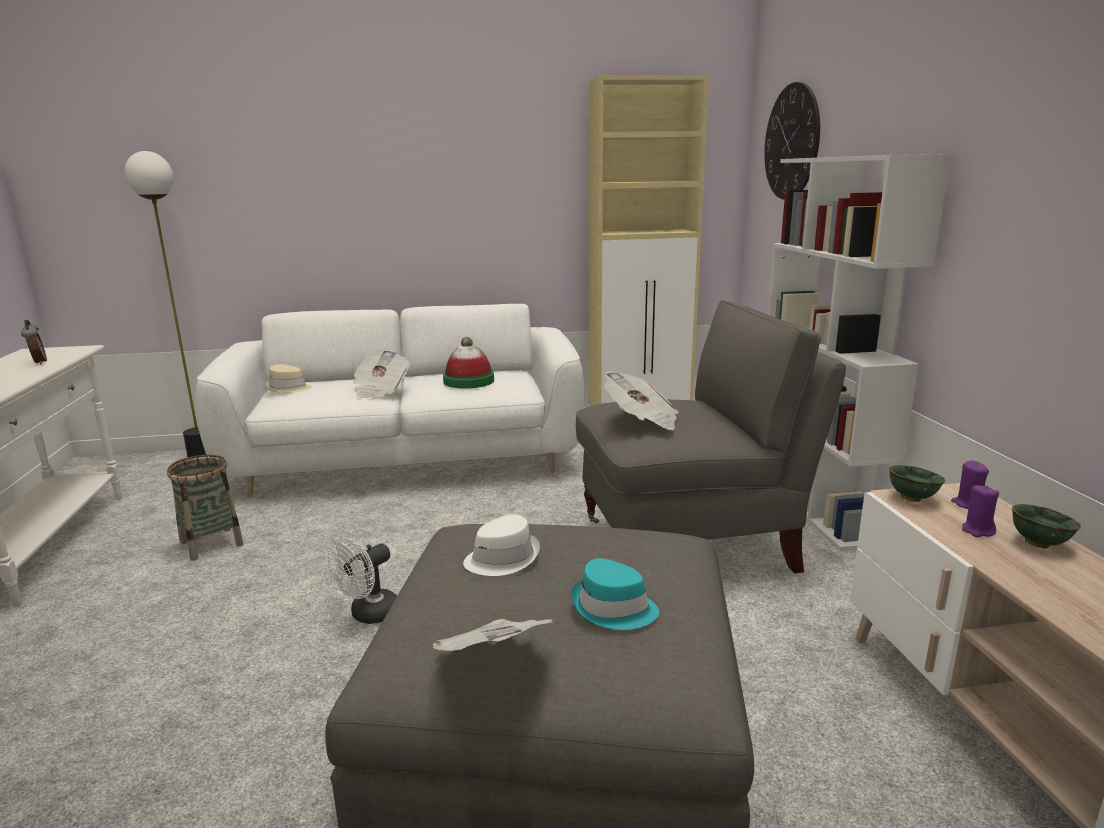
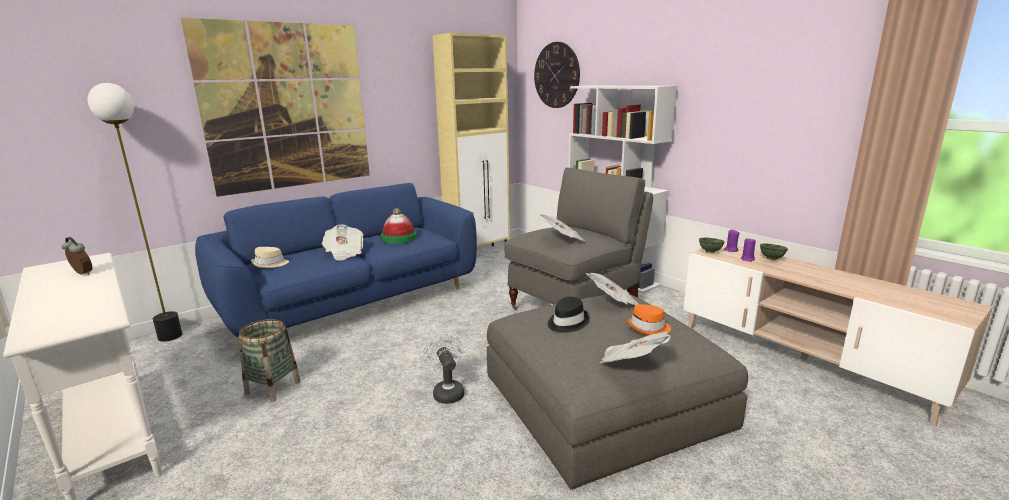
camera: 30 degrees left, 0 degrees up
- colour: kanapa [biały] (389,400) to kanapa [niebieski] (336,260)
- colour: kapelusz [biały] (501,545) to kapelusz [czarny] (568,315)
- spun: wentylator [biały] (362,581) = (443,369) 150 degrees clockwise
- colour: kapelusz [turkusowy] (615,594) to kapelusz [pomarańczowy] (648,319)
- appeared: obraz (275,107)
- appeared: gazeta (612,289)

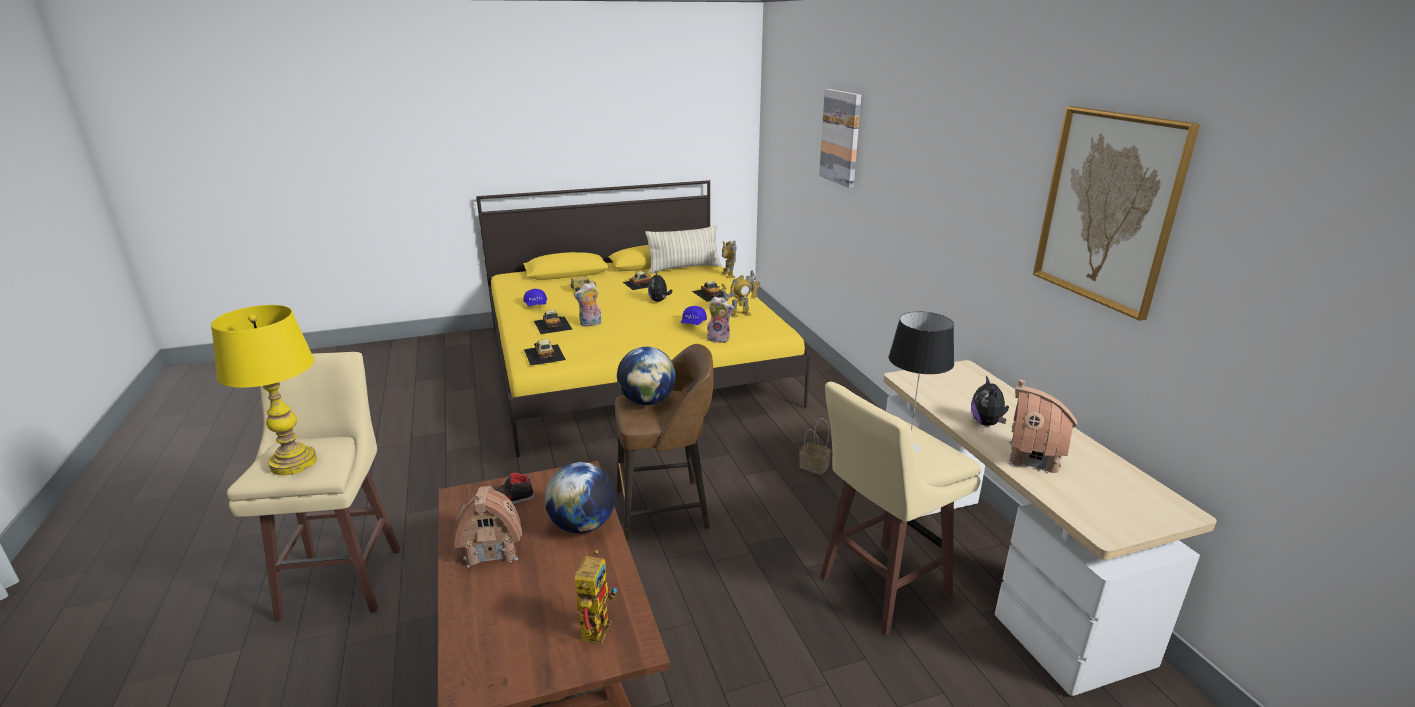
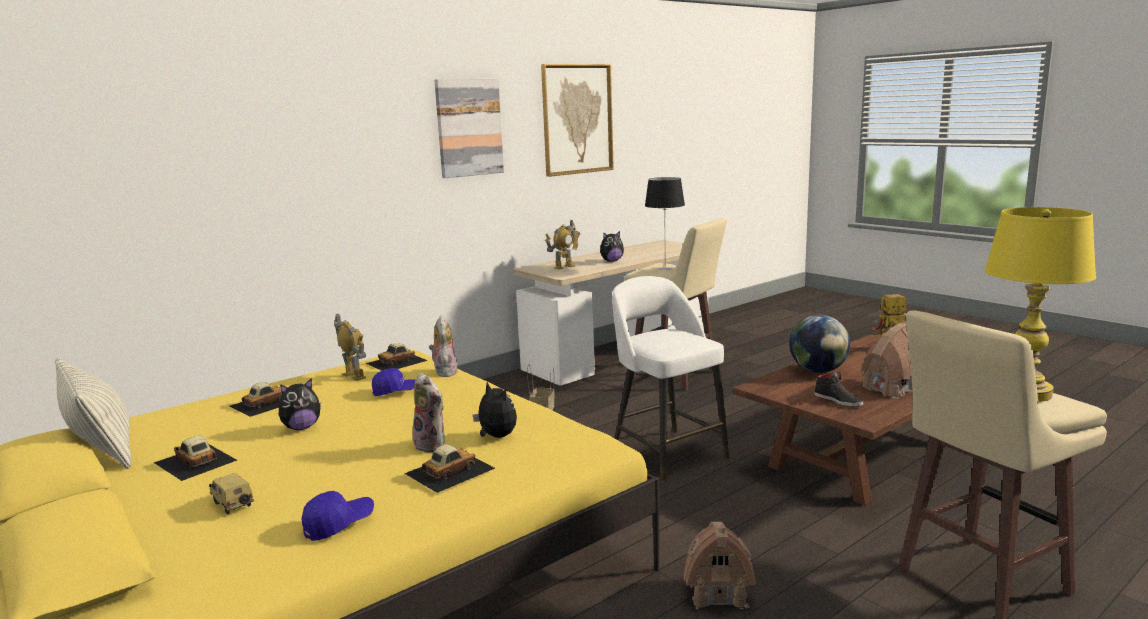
camera: 110 degrees left, 10 degrees down
- relocated: obraz (840,138) to (469,128)
- relocated: robot zabawkowy (729,259) to (562,244)
- relocated: samochodzik (545,352) to (397,357)
- colour: stołek [brązowy] (664,442) to stołek [biały] (671,379)
- missing: globus (646,376)
- relocated: domek (1042,427) to (720,566)
- appeared: pluszak (495,410)

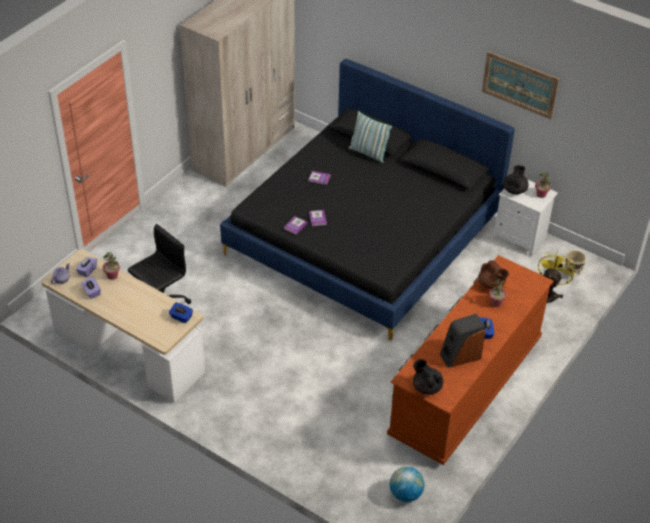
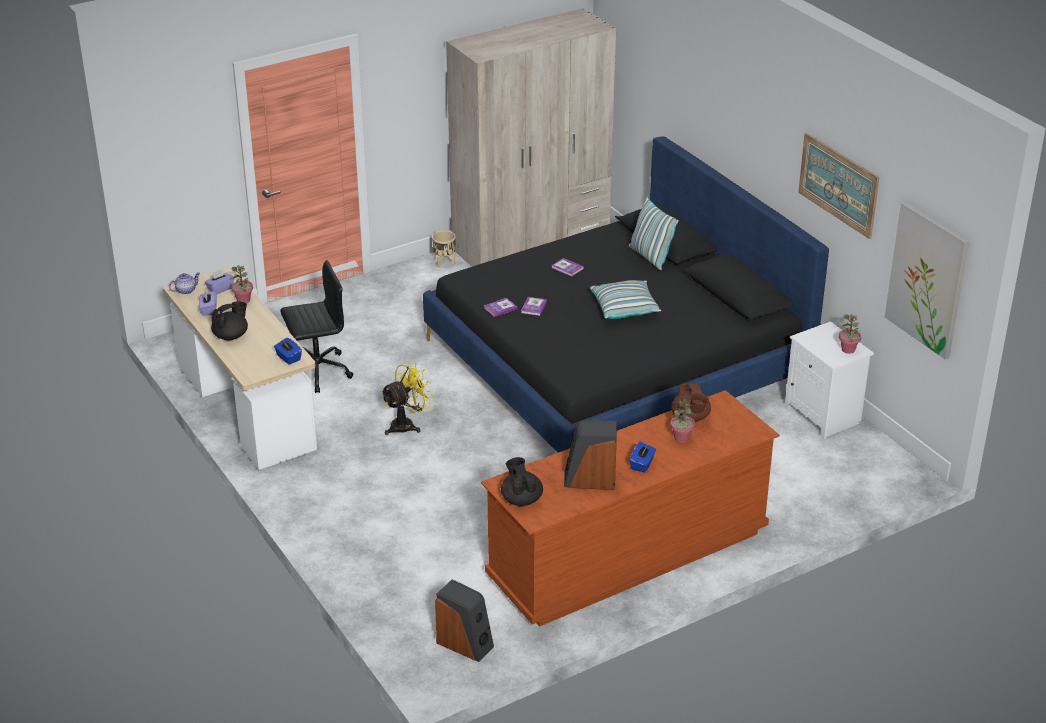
camera: 25 degrees right, 10 degrees down
- relocated: imbryk [czarny] (516,179) to (229,320)
- relocated: donica [beżowy] (575,265) to (444,249)
- relocated: wentylator [żółty] (557,277) to (407,398)
- exchanged: globus (407,484) to głośnik (464,620)
- appeared: obraz (927,280)
- appeared: poduszka (626,299)

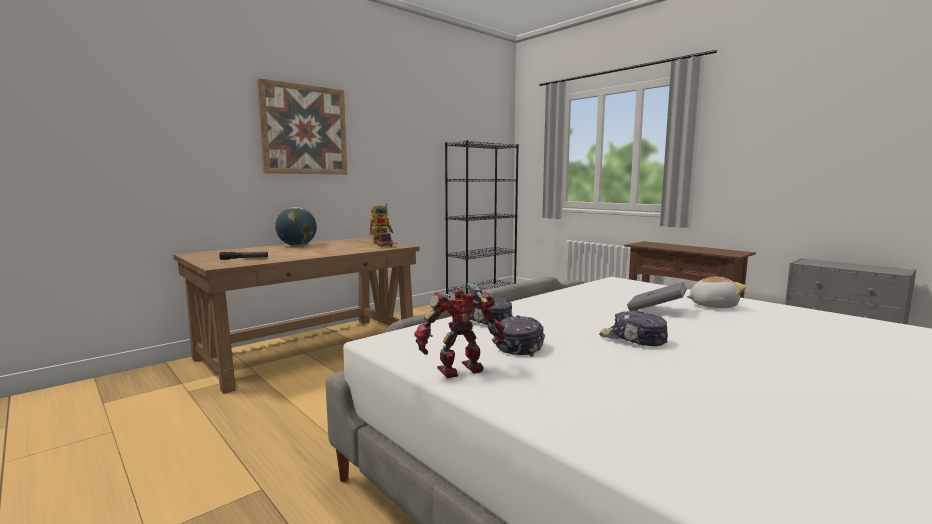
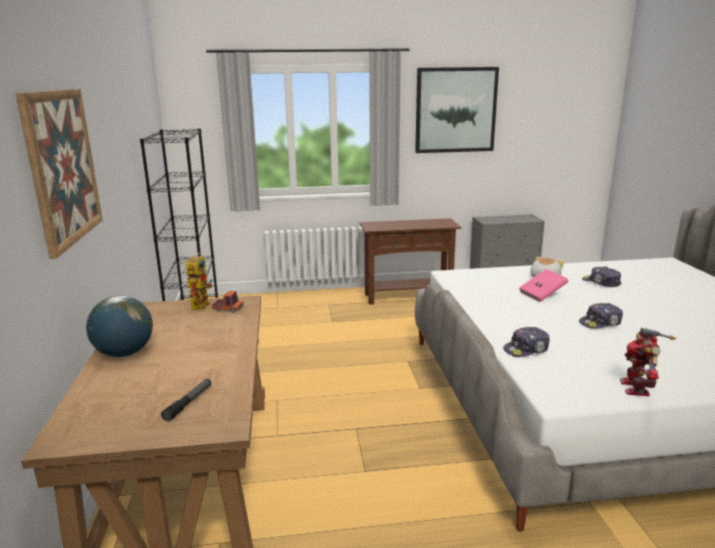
camera: 55 degrees left, 10 degrees up
- colour: książka [szary] (657,296) to książka [różowy] (543,285)
- relocated: czapka z daszkiem (520,336) to (601,277)
- appeared: obraz (457,110)

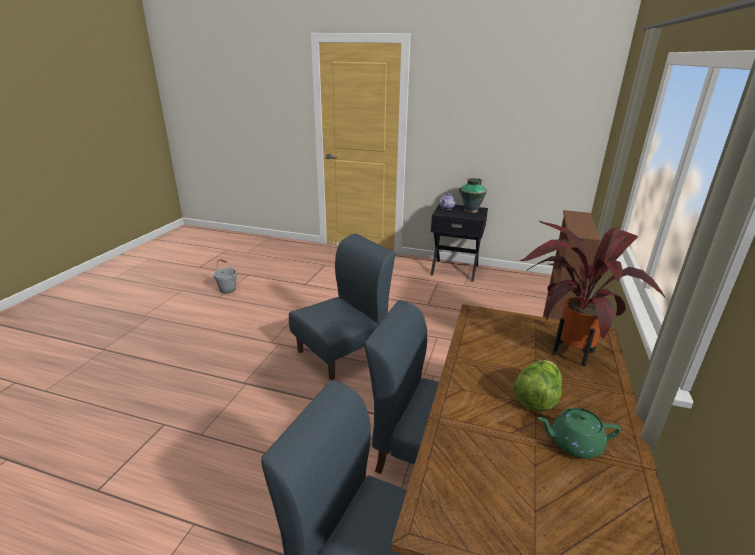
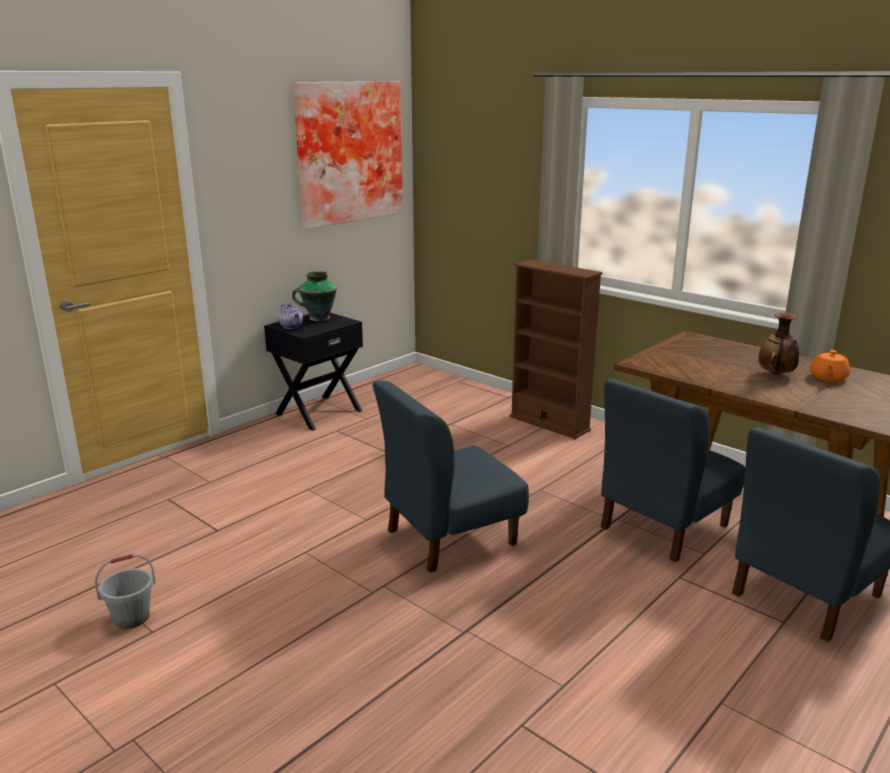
camera: 65 degrees left, 5 degrees down
- missing: roślina doniczkowa (592,293)
- spun: krzesło [niebieski] (342,306) = (451,477) 105 degrees counterclockwise
- exchanged: sałata (537,386) to wazon (779,344)
- colour: imbryk [zielony] (579,433) to imbryk [pomarańczowy] (830,366)
- appeared: obraz (348,155)

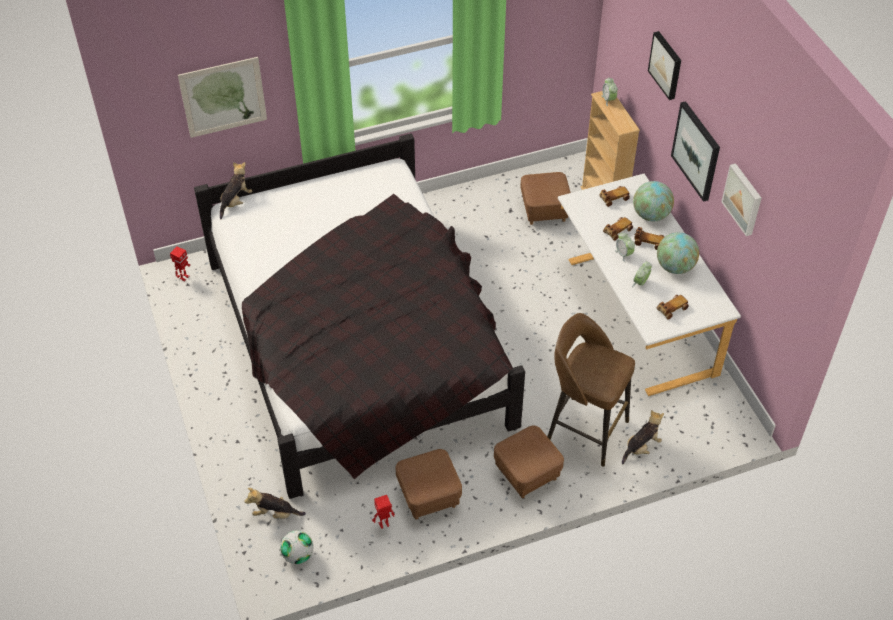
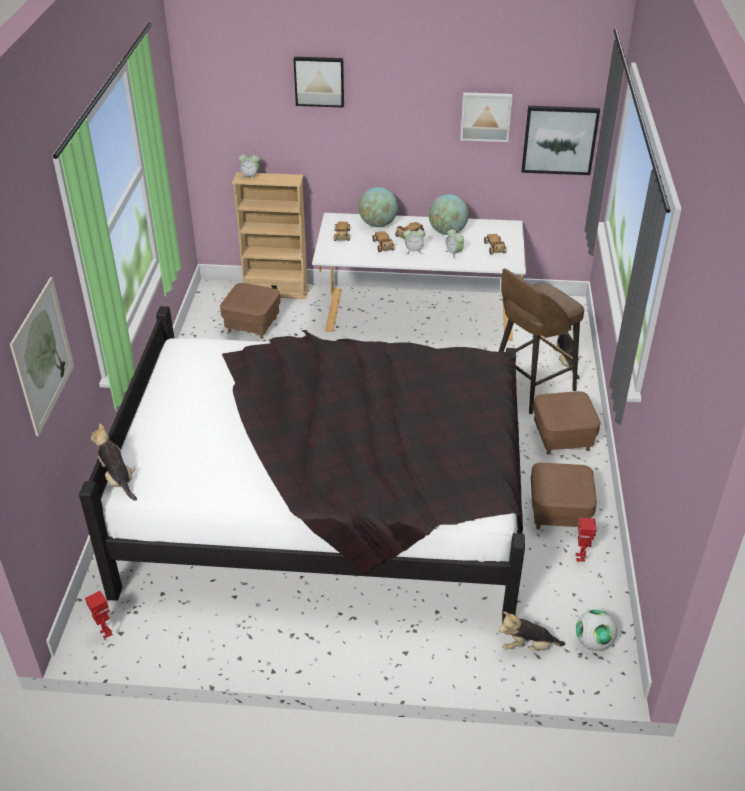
camera: 65 degrees left, 10 degrees down
- relocated: obraz (695,151) to (561,140)
- spun: pluszak (275,503) = (532,631) 60 degrees clockwise

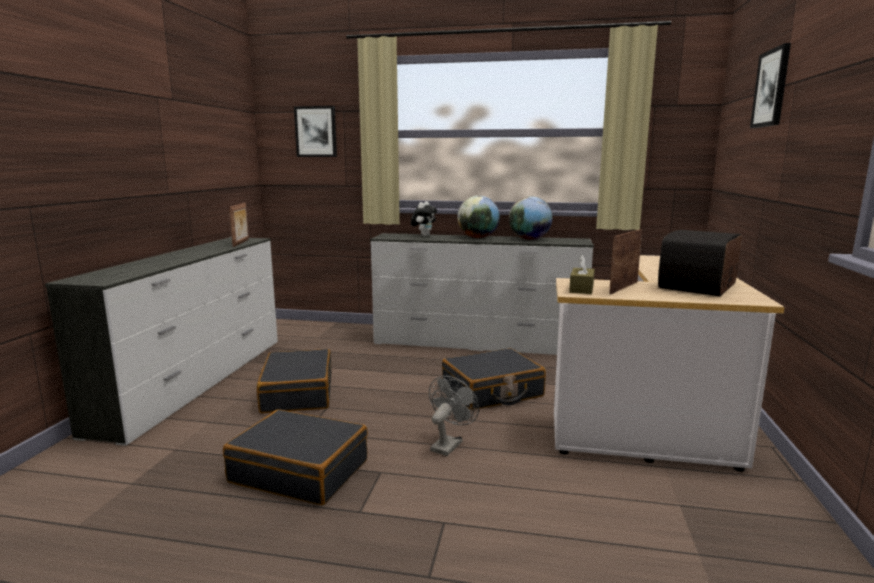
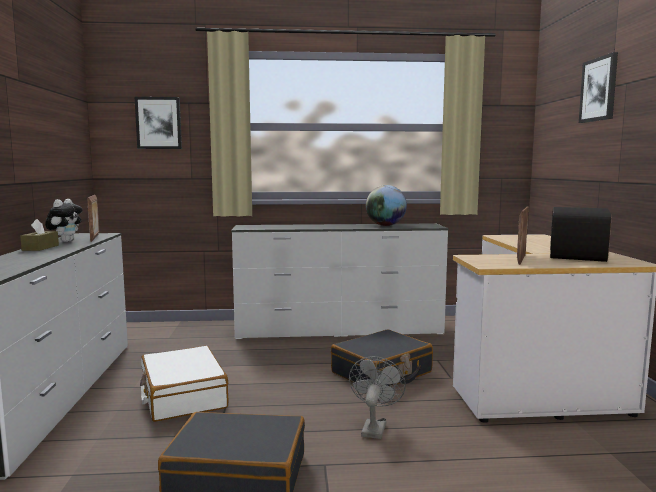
camera: 15 degrees left, 5 degrees down
- missing: globus (478,217)
- relocated: pluszak (424,219) to (64,220)
- relocated: pudełko chusteczek [brązowy] (582,274) to (39,235)
- colour: walizka [czarny] (294,381) to walizka [biały] (184,384)

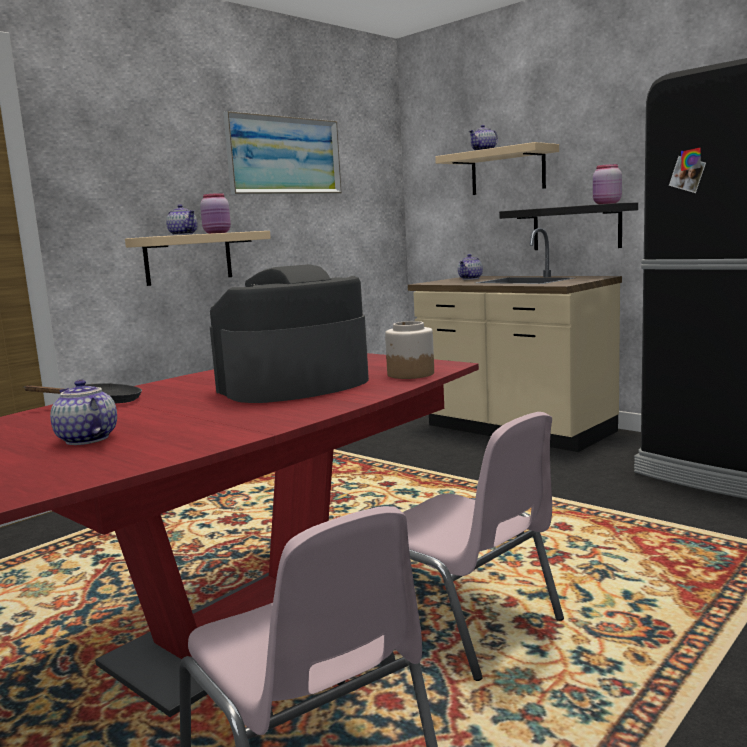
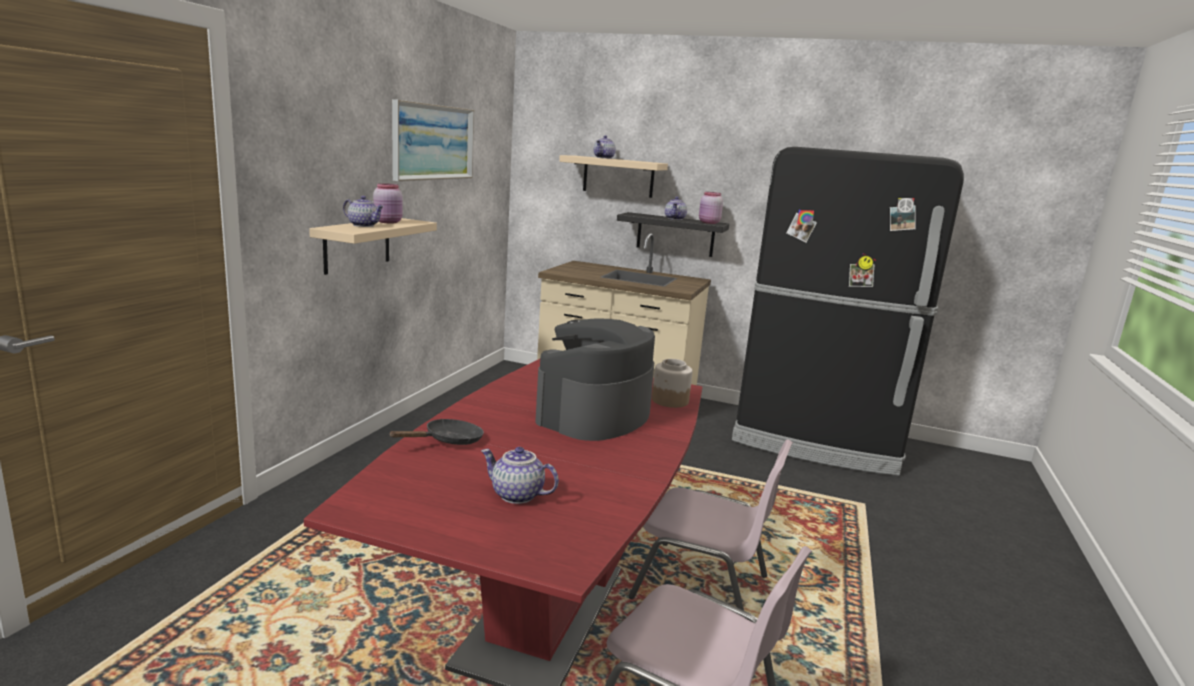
camera: 25 degrees left, 5 degrees up
- relocated: imbryk (470,267) to (676,208)

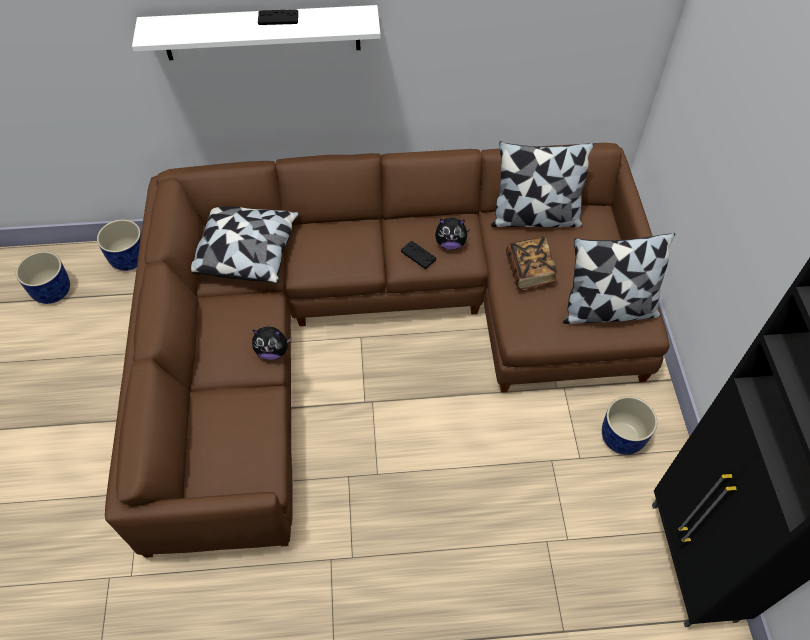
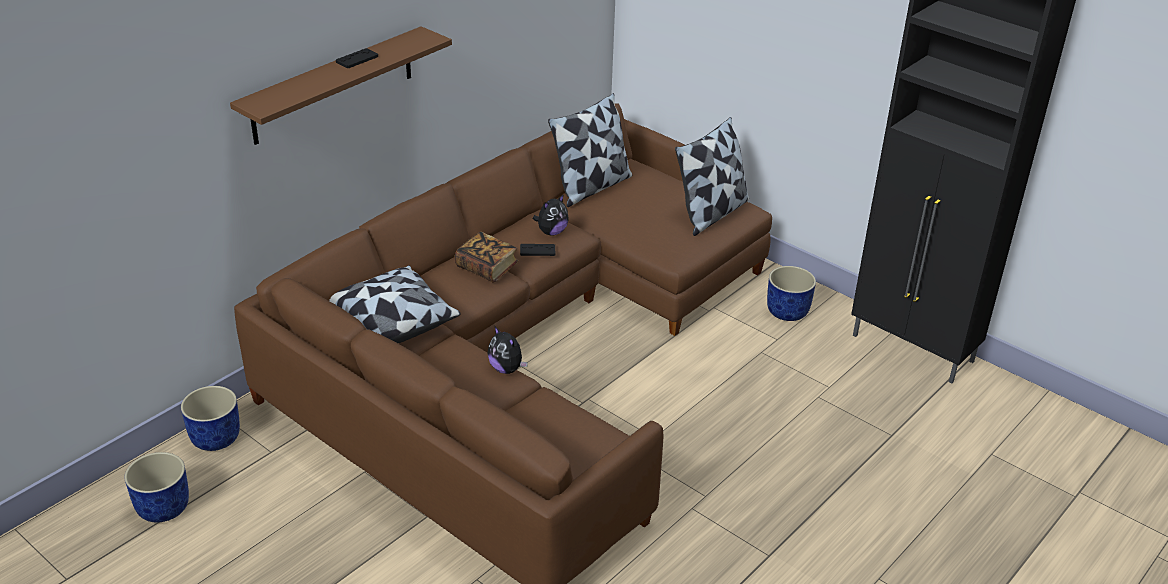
camera: 45 degrees left, 20 degrees down
- colour: półka [biały] (256,32) to półka [brązowy] (341,85)
- relocated: książka (531,263) to (486,257)
- spun: pluszak (272,343) = (507,350) 90 degrees clockwise

